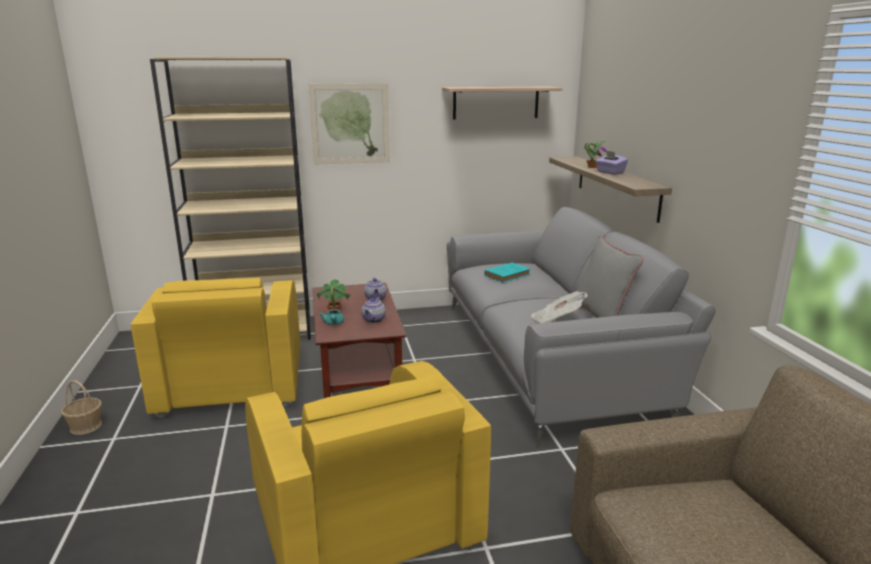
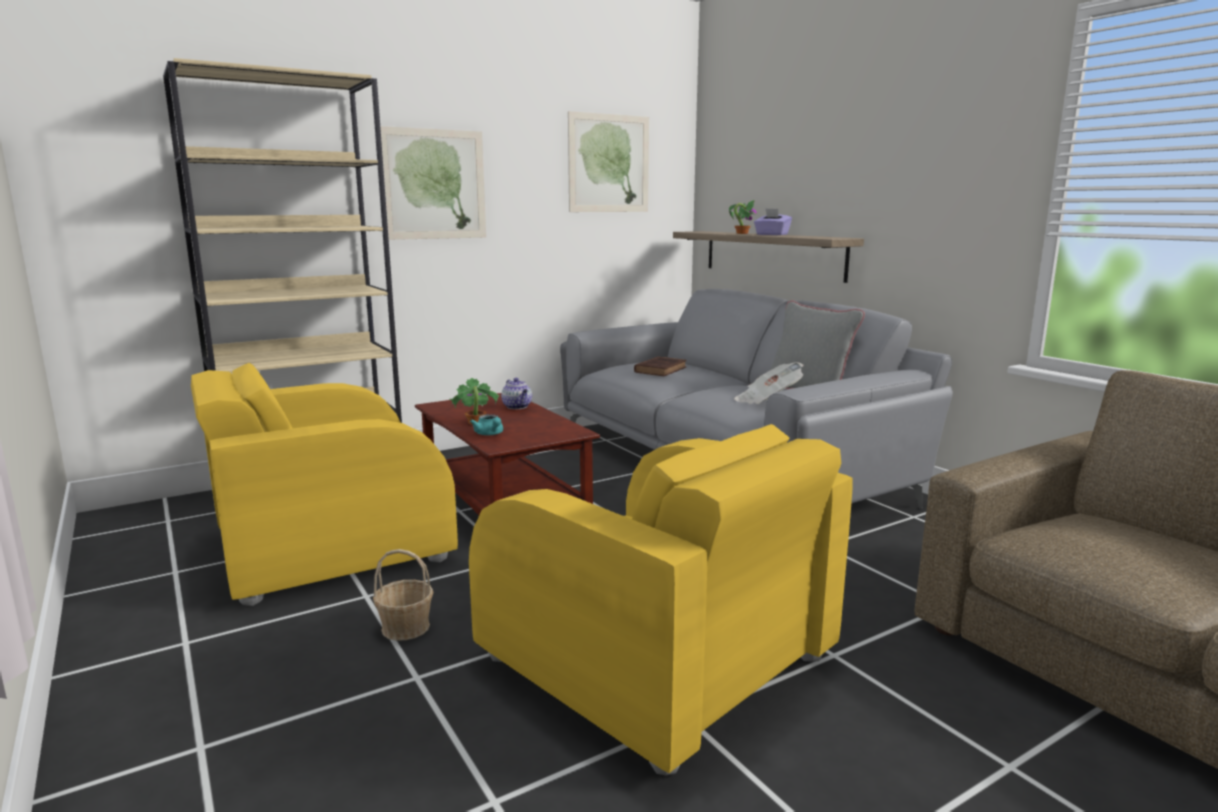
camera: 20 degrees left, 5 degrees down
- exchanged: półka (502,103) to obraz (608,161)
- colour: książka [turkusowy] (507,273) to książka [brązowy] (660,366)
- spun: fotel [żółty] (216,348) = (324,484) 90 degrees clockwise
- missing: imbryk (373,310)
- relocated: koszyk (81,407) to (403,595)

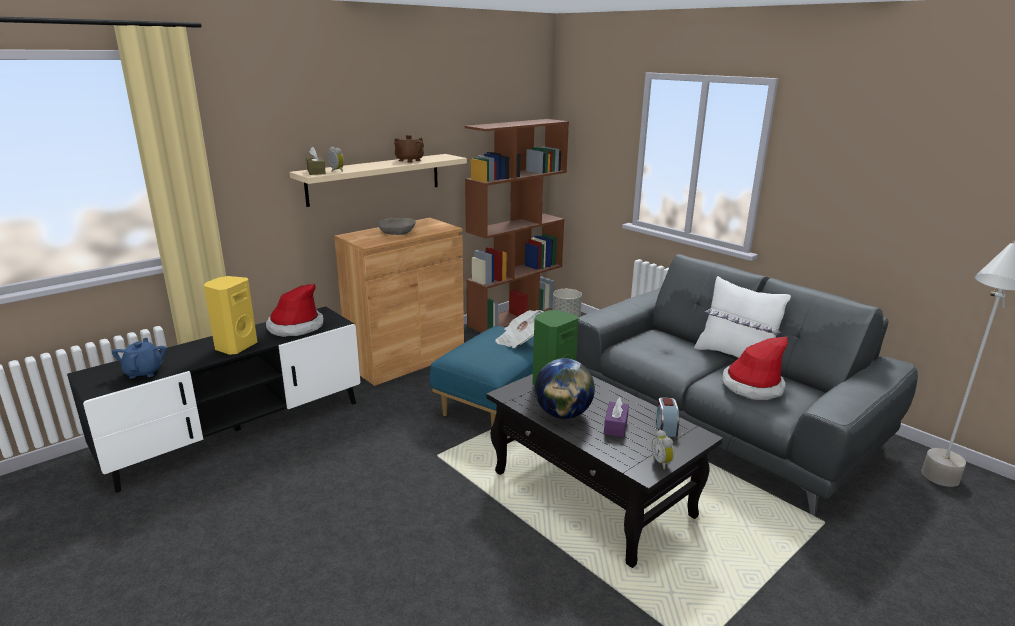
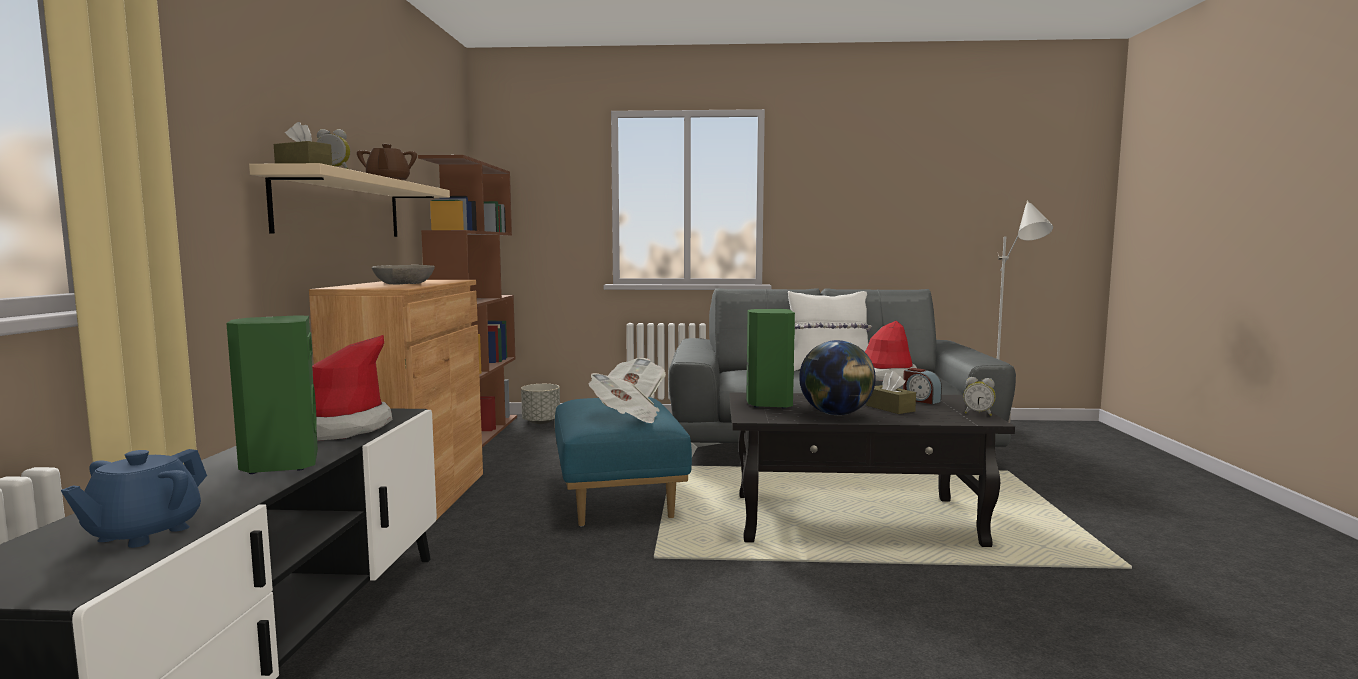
camera: 45 degrees left, 15 degrees down
- colour: głośnik [żółty] (230,315) to głośnik [zielony] (272,394)
- spun: imbryk [niebieski] (139,358) = (134,498) 105 degrees counterclockwise
- colour: pudełko chusteczek [fioletowy] (616,417) to pudełko chusteczek [brązowy] (891,392)
- appeared: gazeta (624,398)

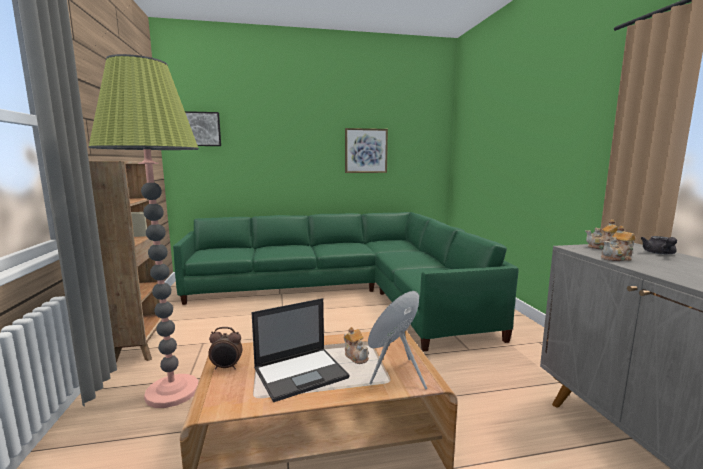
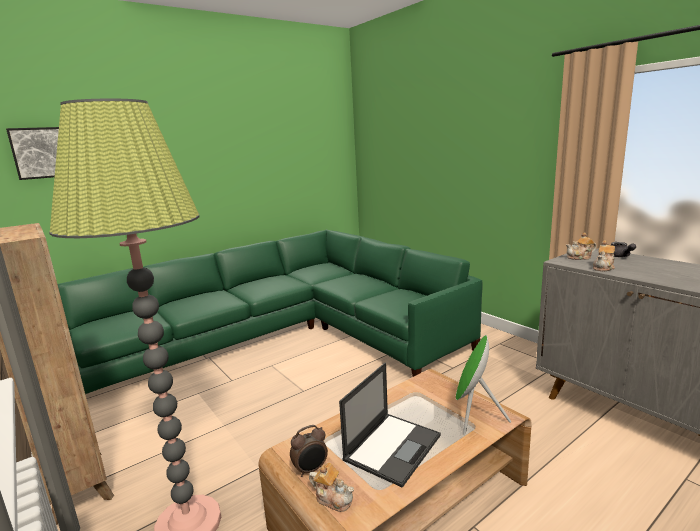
camera: 25 degrees left, 5 degrees up
- missing: obraz (366,150)
- relocated: imbryk (356,345) to (331,487)

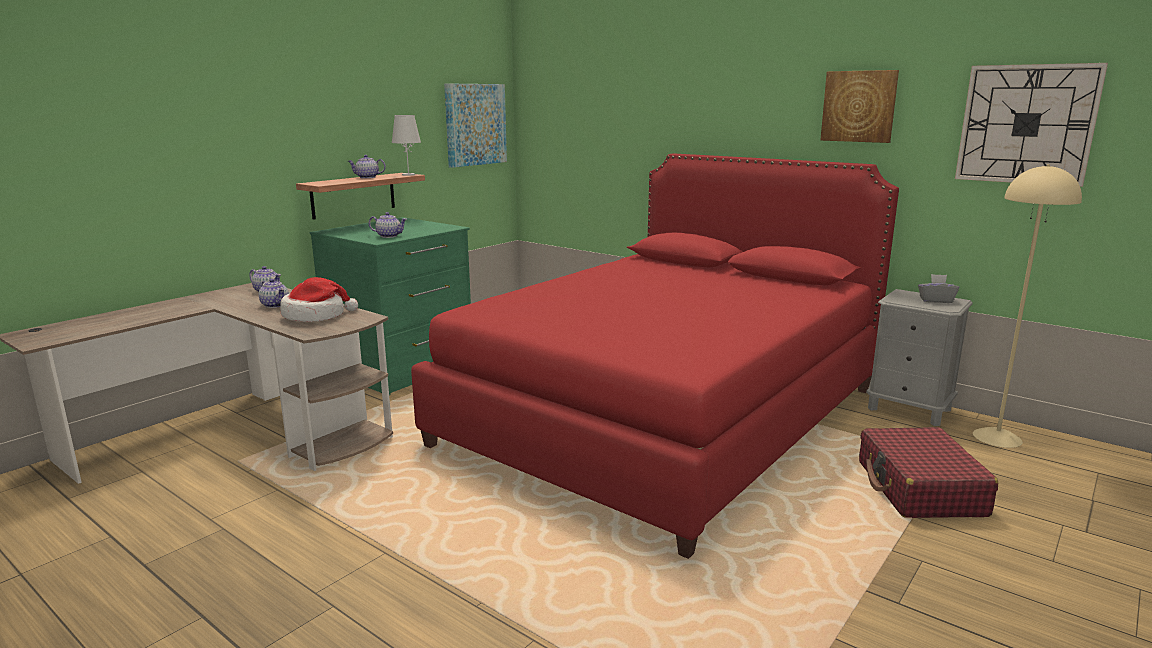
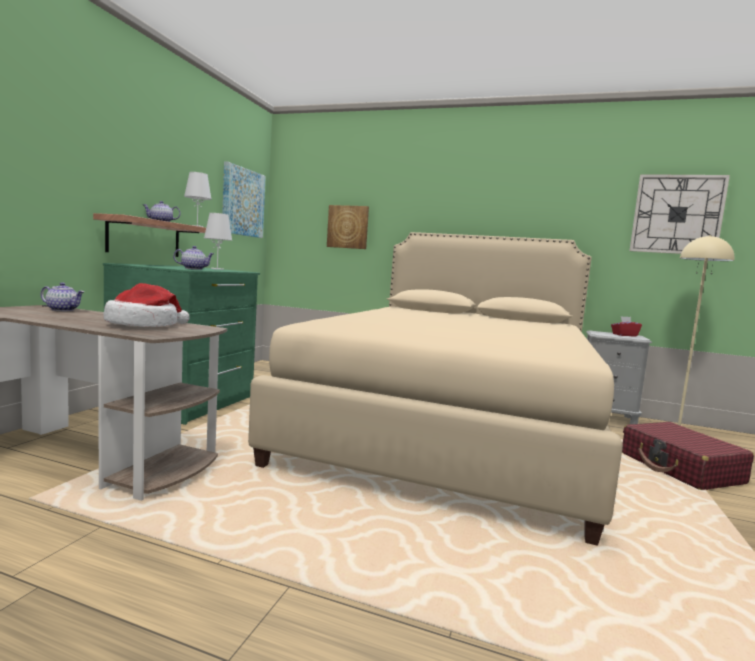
camera: 20 degrees left, 10 degrees down
- relocated: obraz (859,106) to (348,227)
- colour: łóżko [czerwony] (655,356) to łóżko [beżowy] (435,389)
- colour: pudełko chusteczek [szary] (938,288) to pudełko chusteczek [czerwony] (626,326)
- missing: imbryk (274,293)
- appeared: lampa stołowa [biały] (218,241)

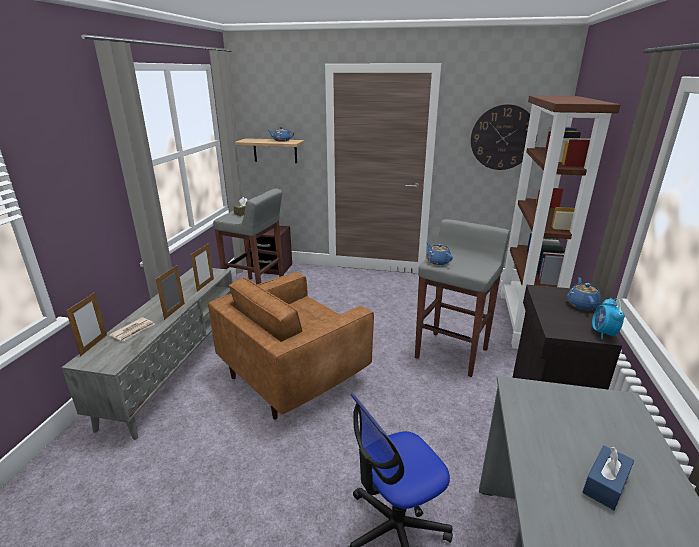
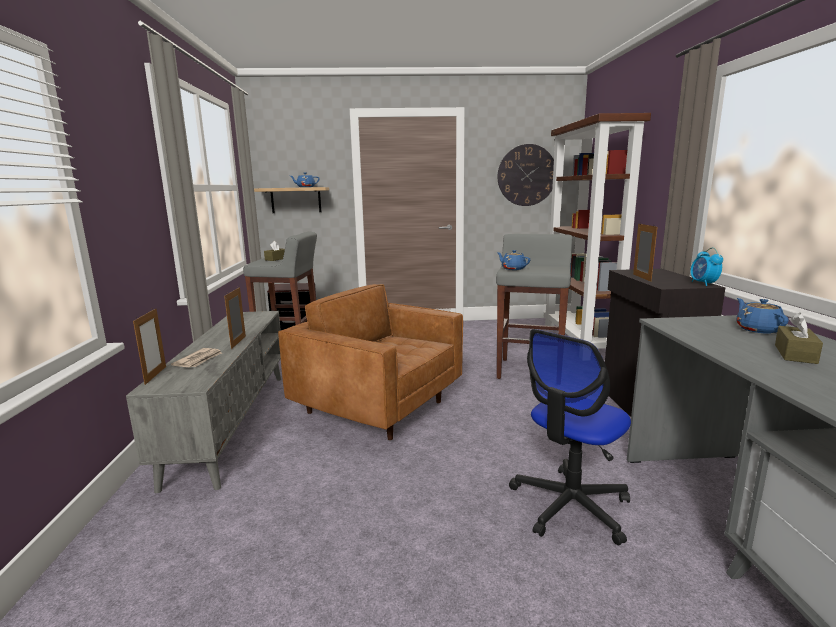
camera: 15 degrees left, 10 degrees down
- relocated: ramka na zdjęcie (202,268) to (645,253)
- spun: fotel [brązowy] (291,346) = (370,362) 90 degrees clockwise
- relocated: imbryk [niebieski] (584,293) to (762,316)
- colour: pudełko chusteczek [niebieski] (608,477) to pudełko chusteczek [brązowy] (799,338)

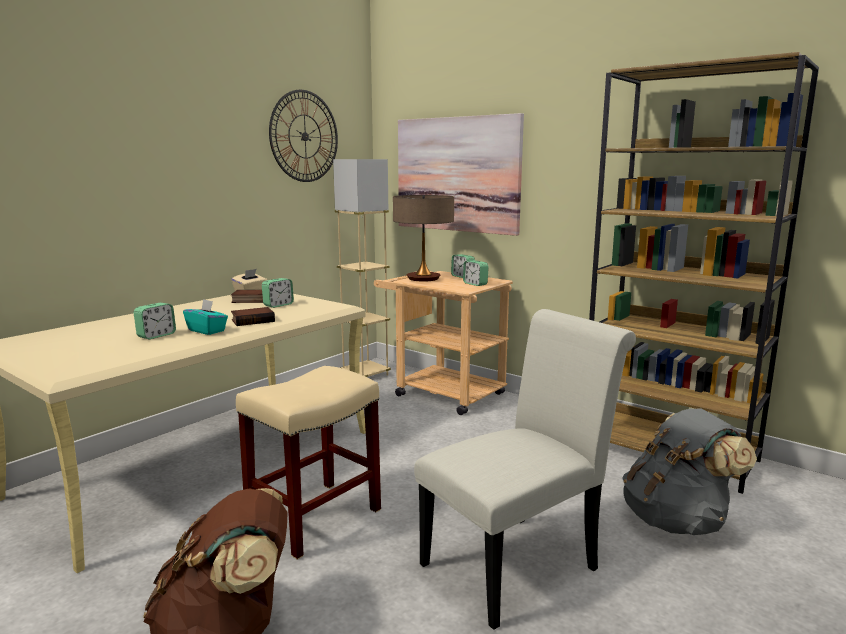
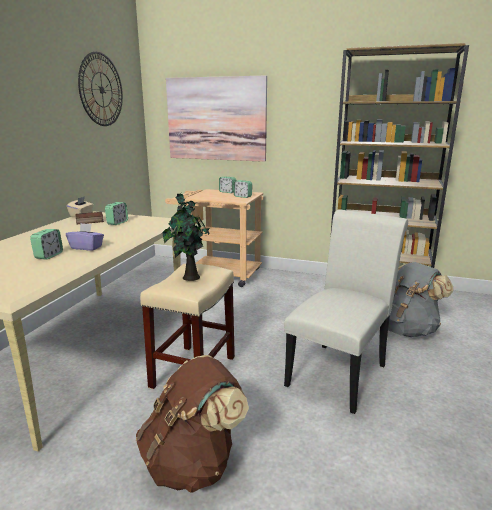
camera: 20 degrees left, 5 degrees up
- missing: lampa stojąca [beżowy] (362,268)
- missing: lampa stołowa (423,238)
- colour: pudełko chusteczek [turkusowy] (205,317) to pudełko chusteczek [fioletowy] (85,237)
- missing: książka (253,316)
- appeared: roślina doniczkowa (186,237)

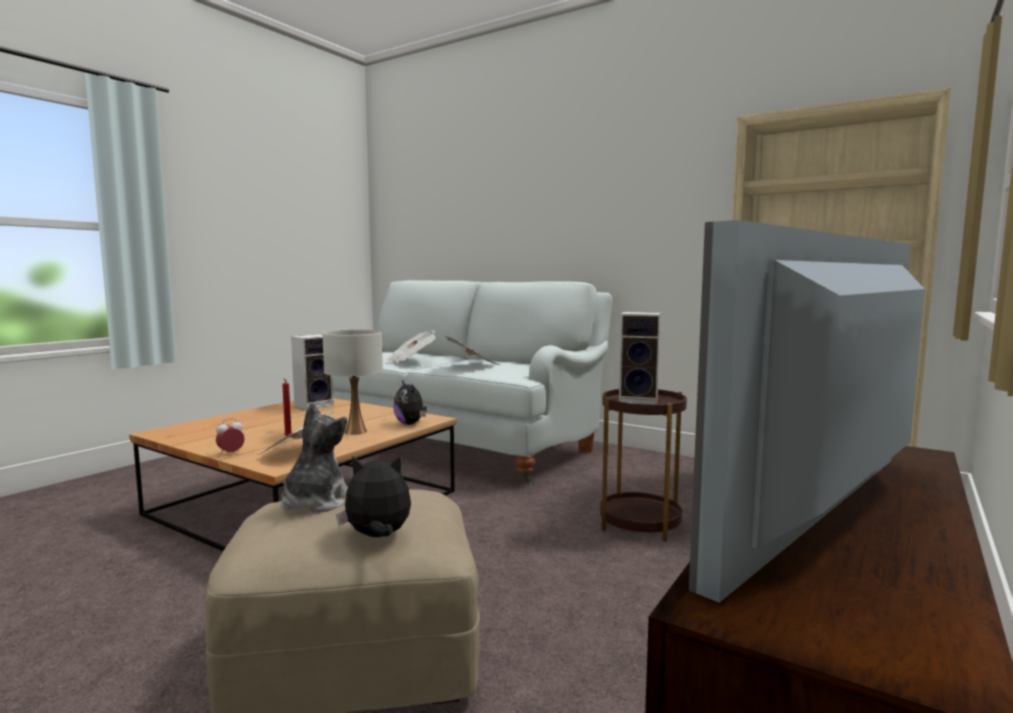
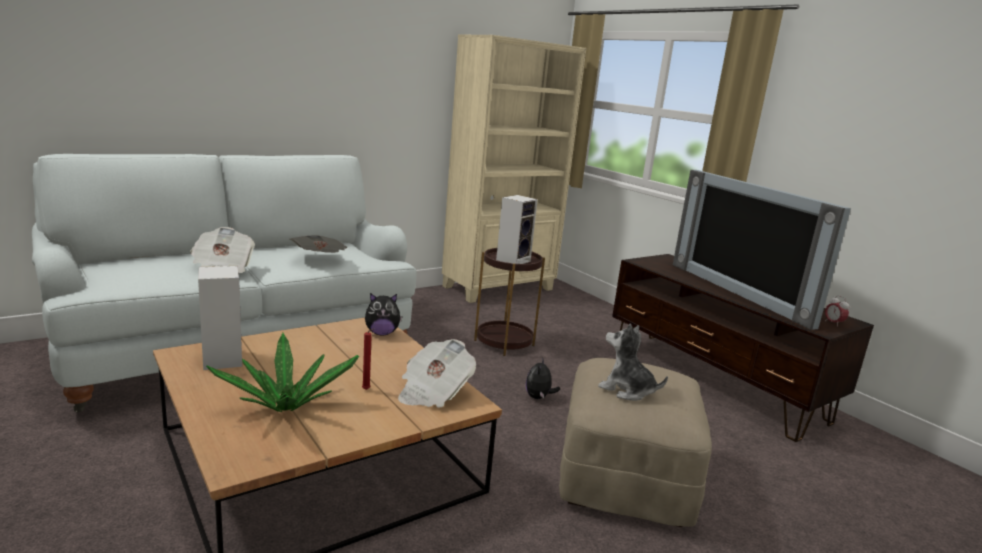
camera: 70 degrees left, 10 degrees up
- missing: lampa stołowa [biały] (352,382)
- relocated: budzik (230,436) to (837,311)
- relocated: pluszak (373,495) to (543,379)
- appeared: roślina doniczkowa (282,372)

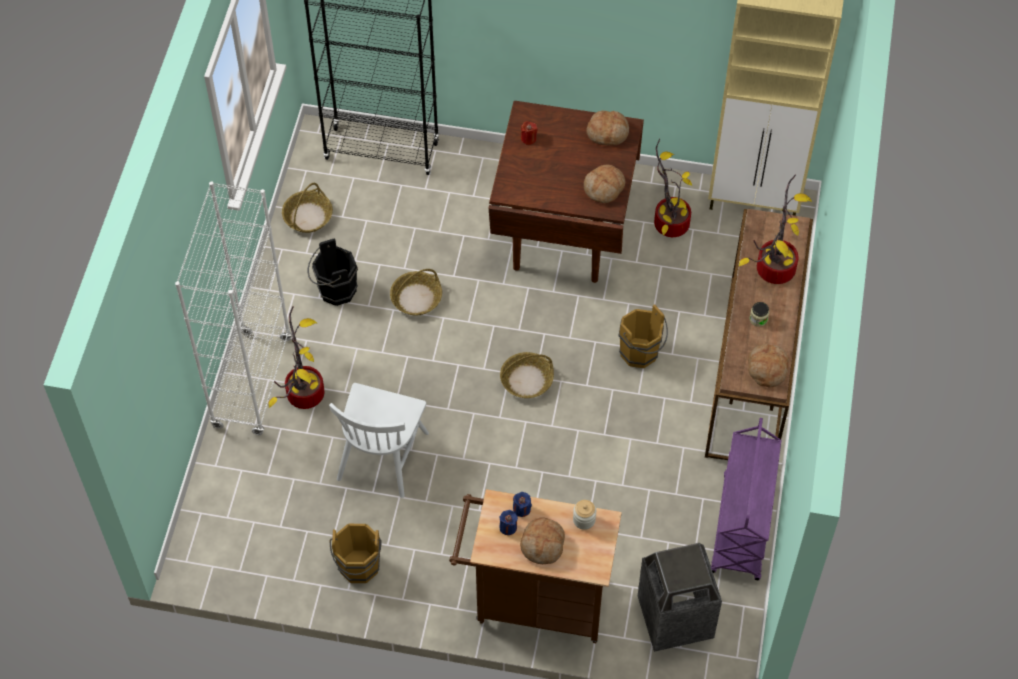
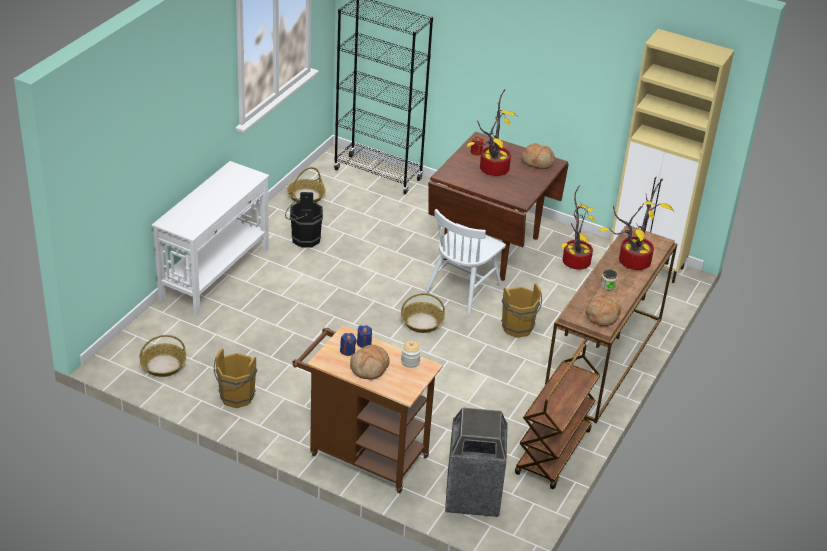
camera: 15 degrees right, 20 degrees down
- missing: chleb (604,183)
- exchanged: regał [biały] (233,308) to stolik konsolowy [biały] (210,238)
- relocated: koszyk (416,292) to (162,356)
- relocated: roślina doniczkowa (296,357) to (492,132)
- relocated: krzesło [biały] (379,440) to (465,261)
- colour: wózek [fioletowy] (746,499) to wózek [brązowy] (557,417)

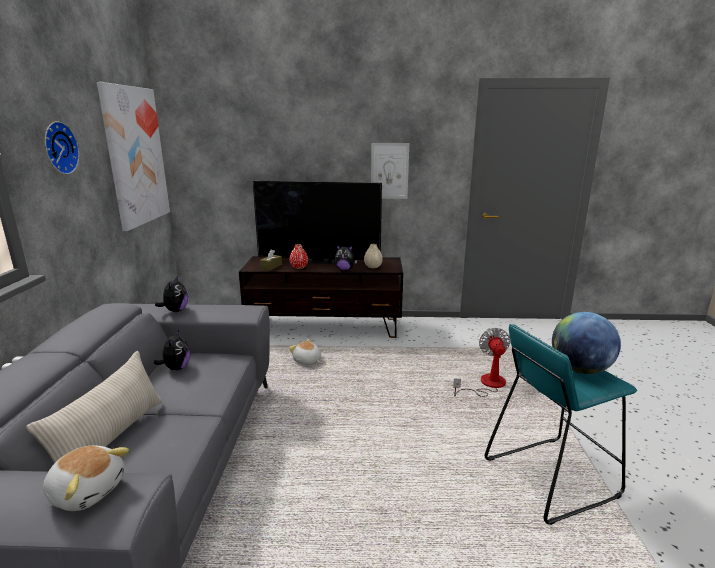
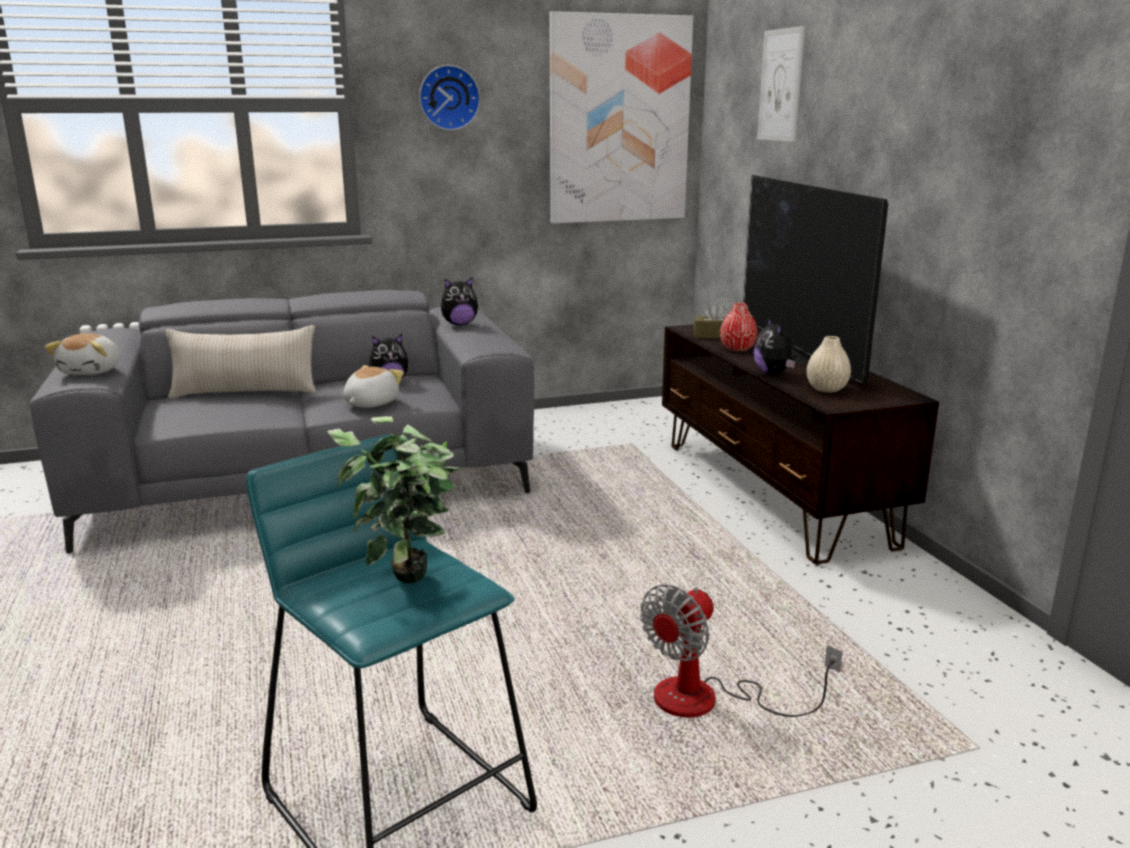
camera: 70 degrees right, 0 degrees up
- relocated: obraz (390,171) to (781,84)
- exchanged: globus (586,343) to roślina doniczkowa (394,499)
- spun: wentylator (481,362) = (741,651) 150 degrees clockwise
- relocated: pluszak (305,352) to (373,386)

